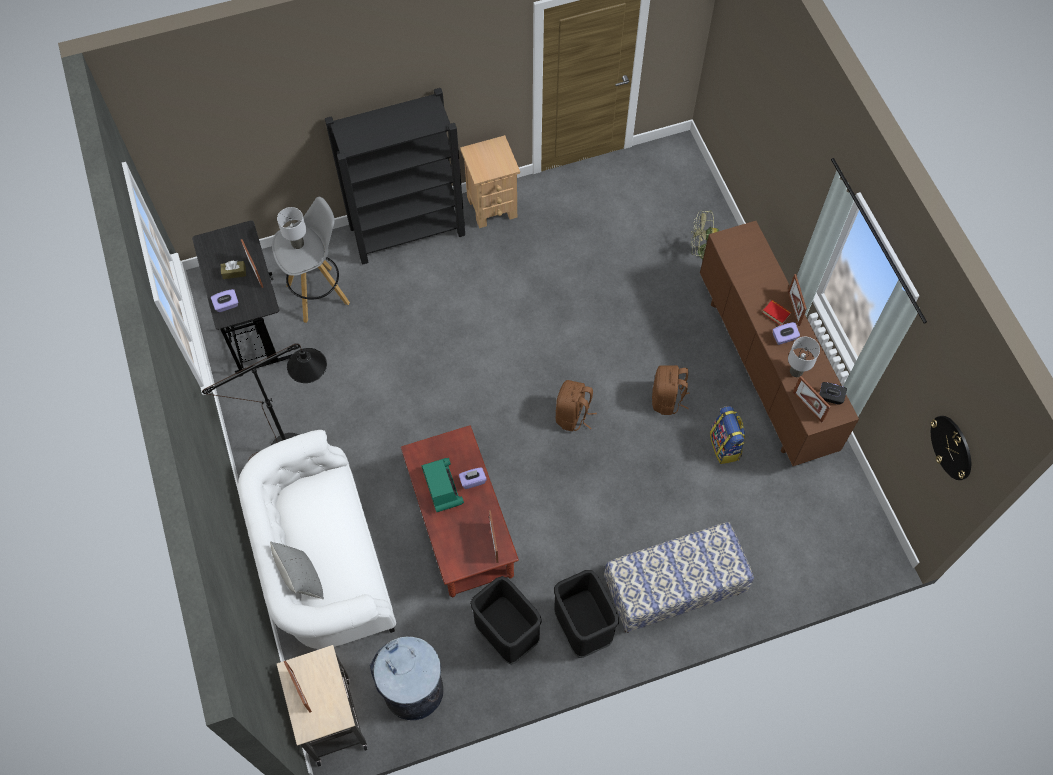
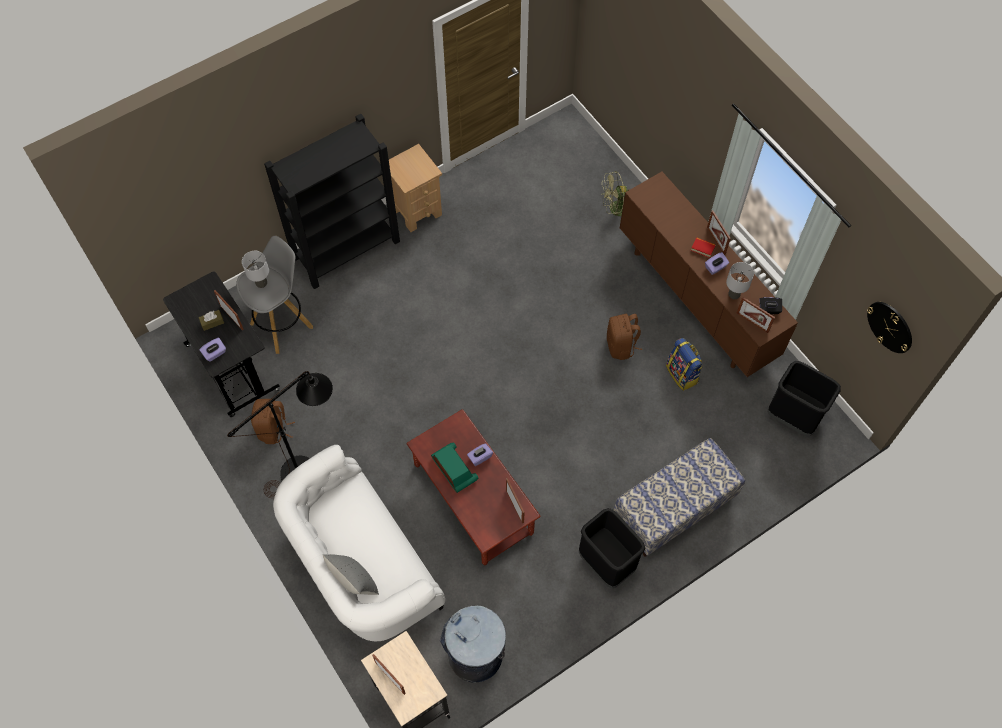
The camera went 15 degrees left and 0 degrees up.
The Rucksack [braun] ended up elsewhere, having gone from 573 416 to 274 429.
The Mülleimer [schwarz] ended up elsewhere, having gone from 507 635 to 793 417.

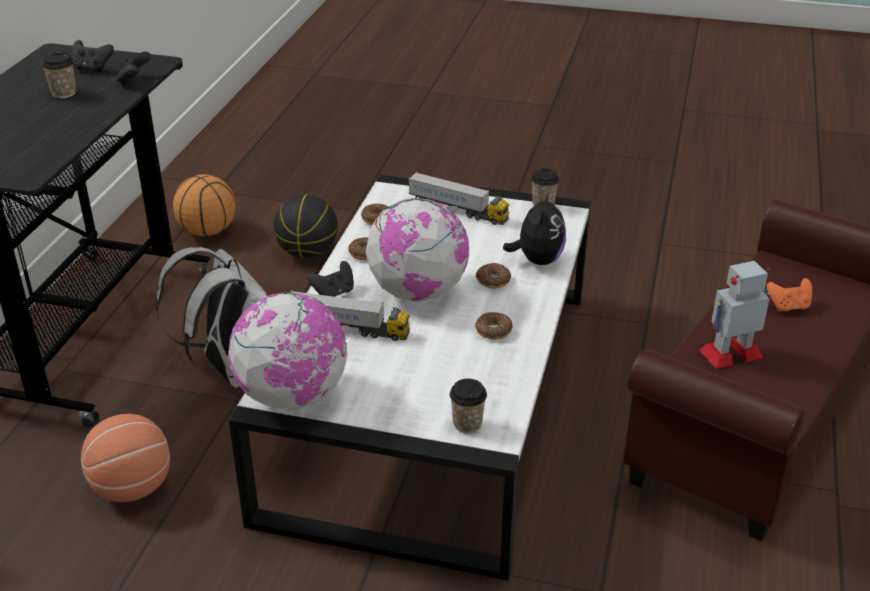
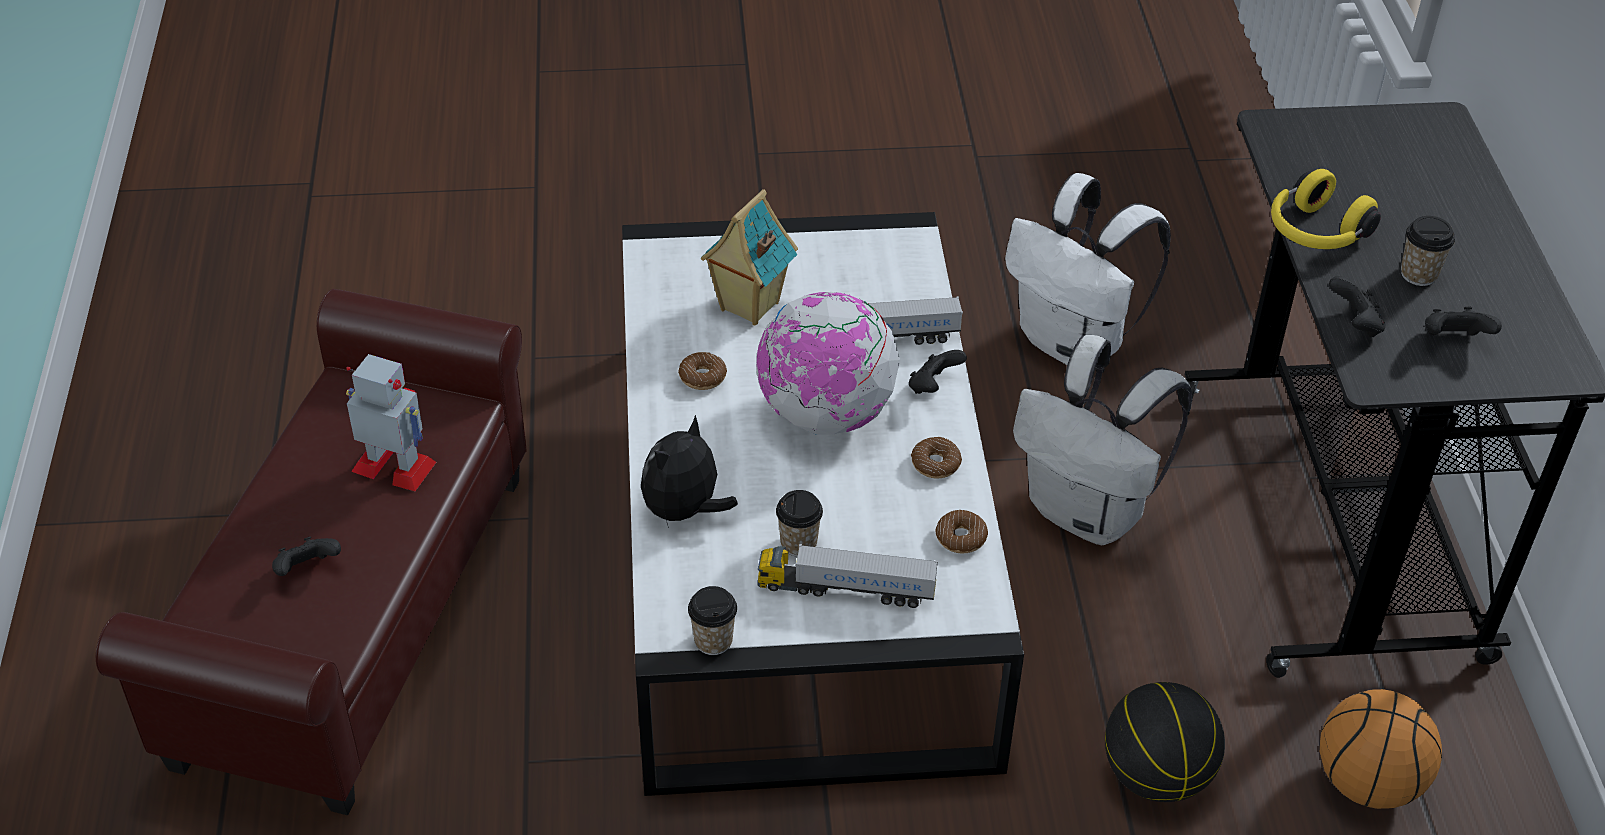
The camera went 160 degrees right and 10 degrees up.
The Plüschtier at 537 260 ended up facing another way, 45 degrees clockwise from before.
The Spielzeugroboter at 731 353 ended up facing another way, 120 degrees counterclockwise from before.
The second view lost the Donut at 493 281.
What was the Gamepad [orange] at 788 307 turned into the Gamepad [schwarz] at 307 569.
The second view lost the Globus at 293 396.
The Tasse ended up elsewhere, having gone from 467 424 to 798 543.
Where the Basketball stood at 131 488, the Rucksack [weiß] came to stand at 1074 343.
The second view gained the Kopfhörer [gelb] at 1315 232.
The second view gained the Spielzeughaus at 748 306.

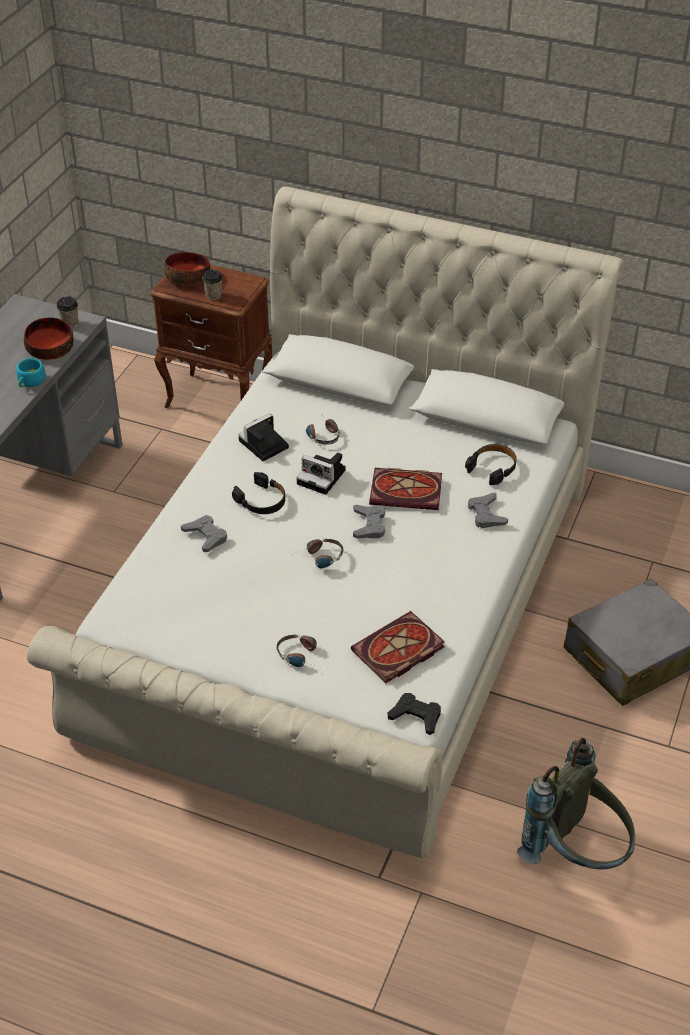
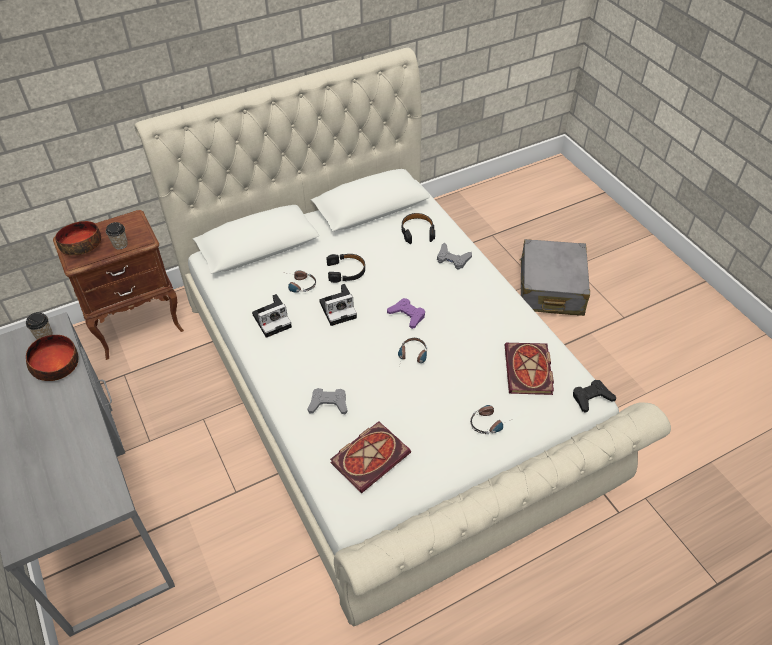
The camera went 50 degrees left and 5 degrees up.
The second view lost the Tasse [türkis] at 30 382.
The Kamera at 262 445 ended up facing another way, 120 degrees counterclockwise from before.
The Buch ended up elsewhere, having gone from 408 491 to 370 456.
The Kopfhörer [schwarz] ended up elsewhere, having gone from 261 500 to 346 271.
What was the Gamepad [grau] at 369 525 turned into the Gamepad [lila] at 407 315.
The second view lost the Rucksack [grau] at 576 854.

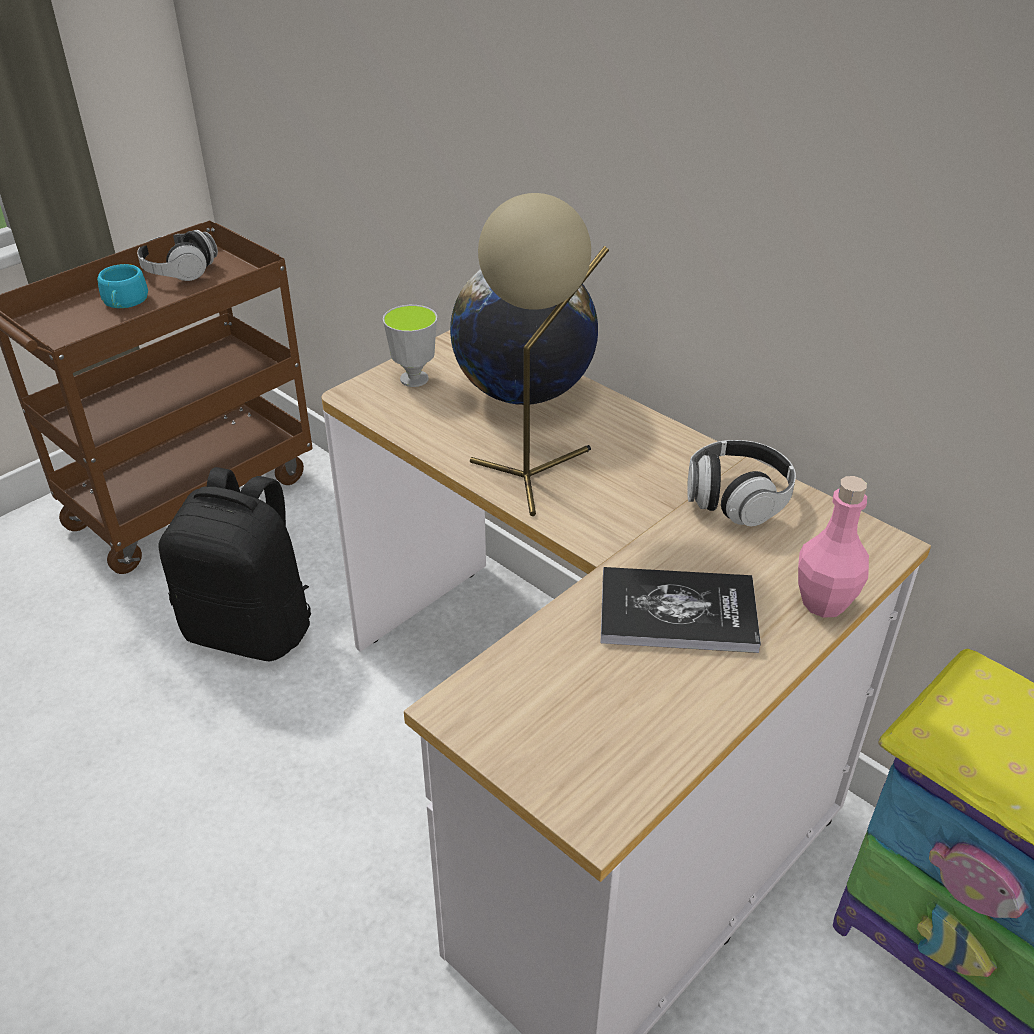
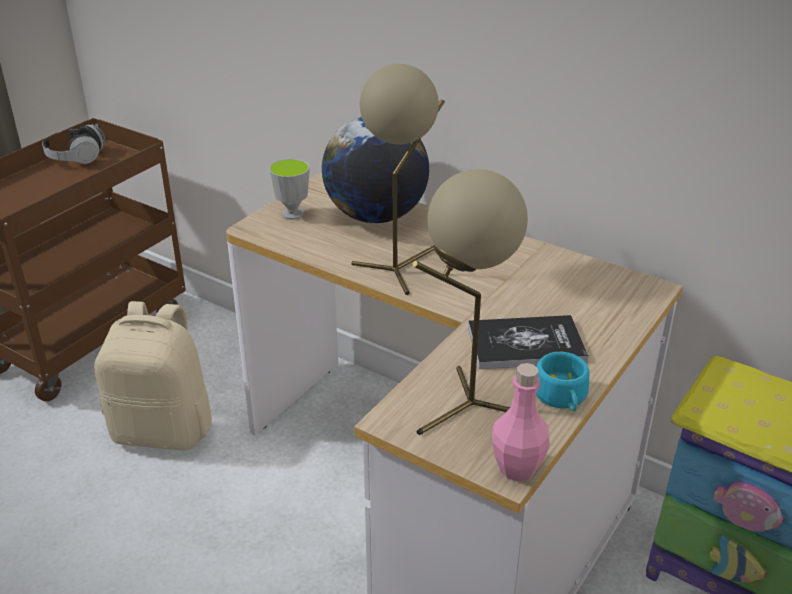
The camera went 10 degrees left and 5 degrees down.
The Tasse [türkis] ended up elsewhere, having gone from 124 303 to 562 398.
The second view lost the Kopfhörer at 737 499.
What was the Rucksack [schwarz] at 252 629 turned into the Rucksack [beige] at 164 430.
The Flasche [rosa] ended up elsewhere, having gone from 823 603 to 517 468.
The second view gained the Tischlampe [beige] at 464 407.

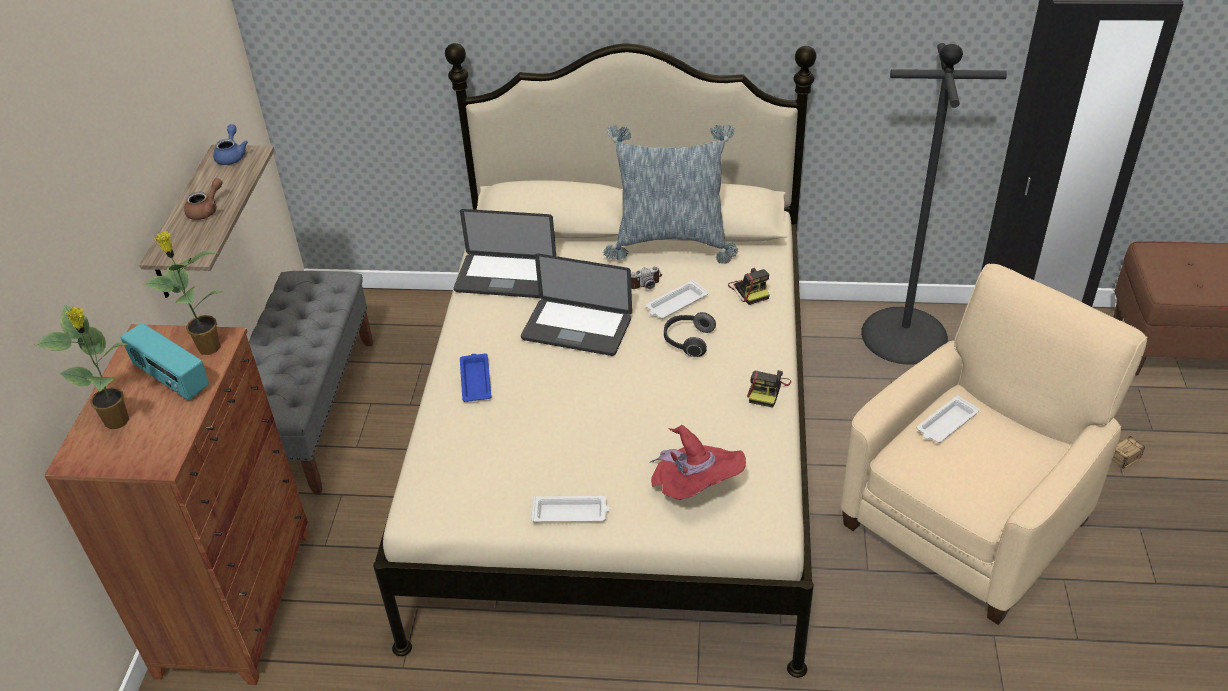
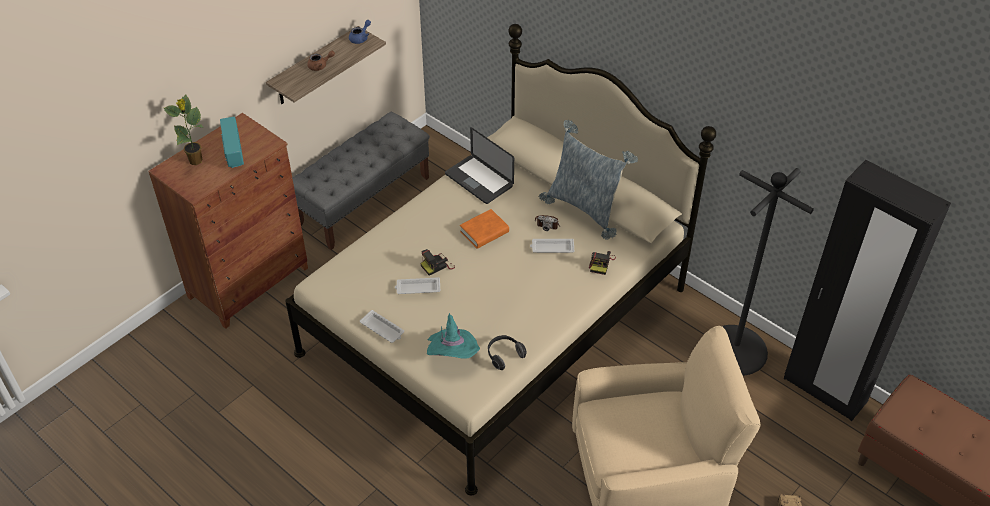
The camera went 35 degrees right and 5 degrees up.
The second view lost the Topfpflanze at 207 347.
Where the Laptop stood at 576 329, the Buch [orange] came to stand at 484 232.
The Kopfhörer ended up elsewhere, having gone from 687 341 to 504 355.
The second view lost the Tablett [blau] at 475 380.
The Kamera ended up elsewhere, having gone from 767 390 to 437 265.
The Tablett [weiß] ended up elsewhere, having gone from 946 424 to 417 288.
What was the Hut [rot] at 695 490 turned into the Hut [türkis] at 452 355.

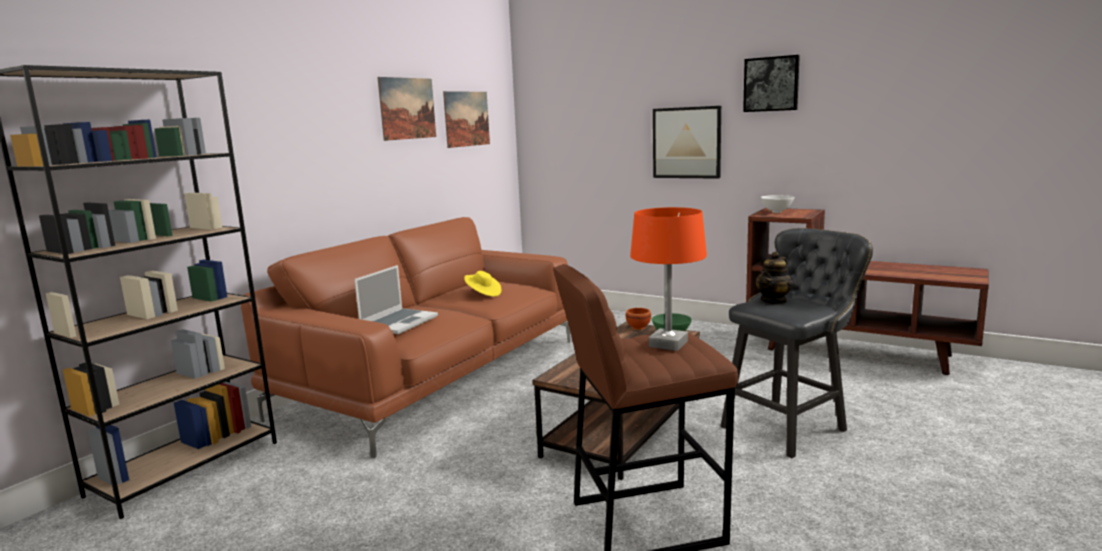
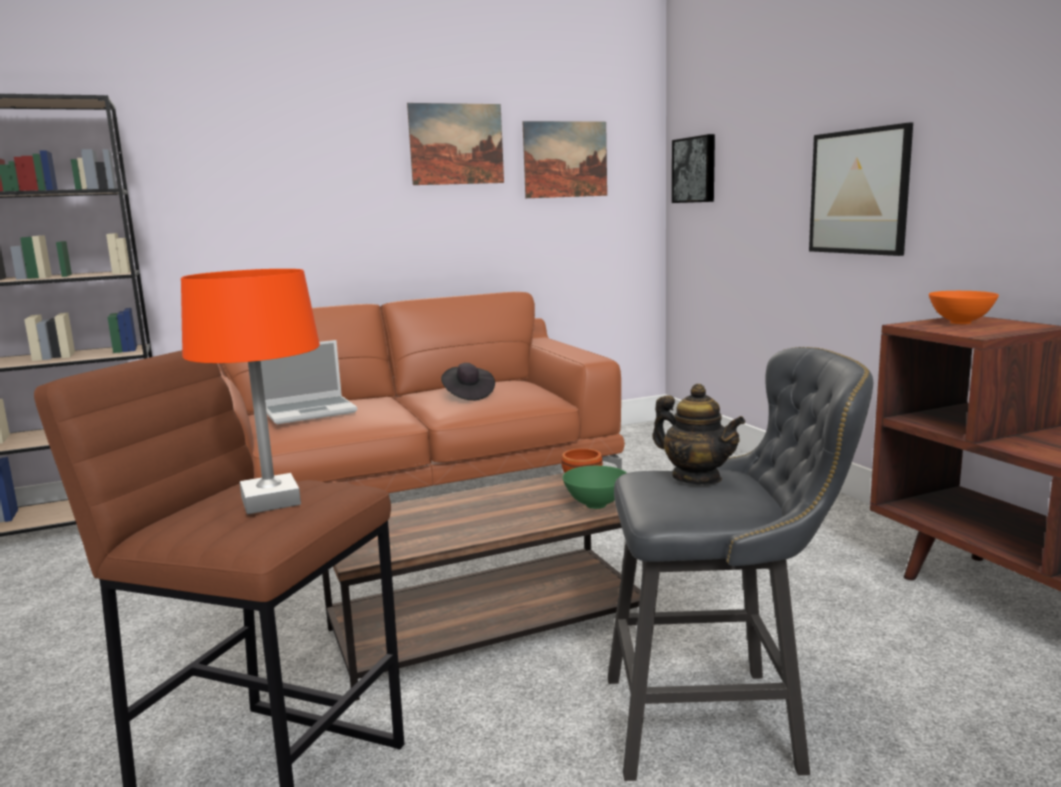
The camera went 35 degrees right and 0 degrees up.
The Bild ended up elsewhere, having gone from 771 84 to 695 170.
What was the Schüssel [weiß] at 777 212 turned into the Schüssel [orange] at 960 322.
The Teekanne at 774 301 ended up facing another way, 120 degrees counterclockwise from before.
What was the Hut [gelb] at 483 294 turned into the Hut [schwarz] at 468 395.

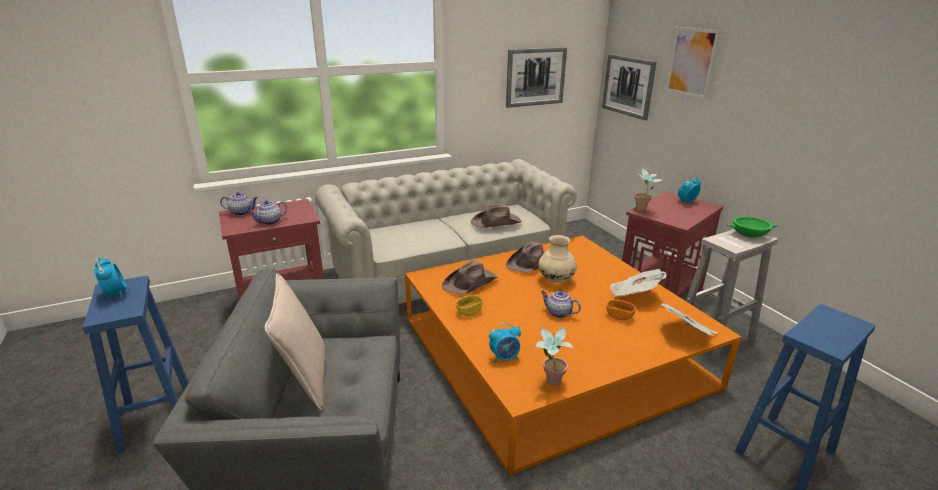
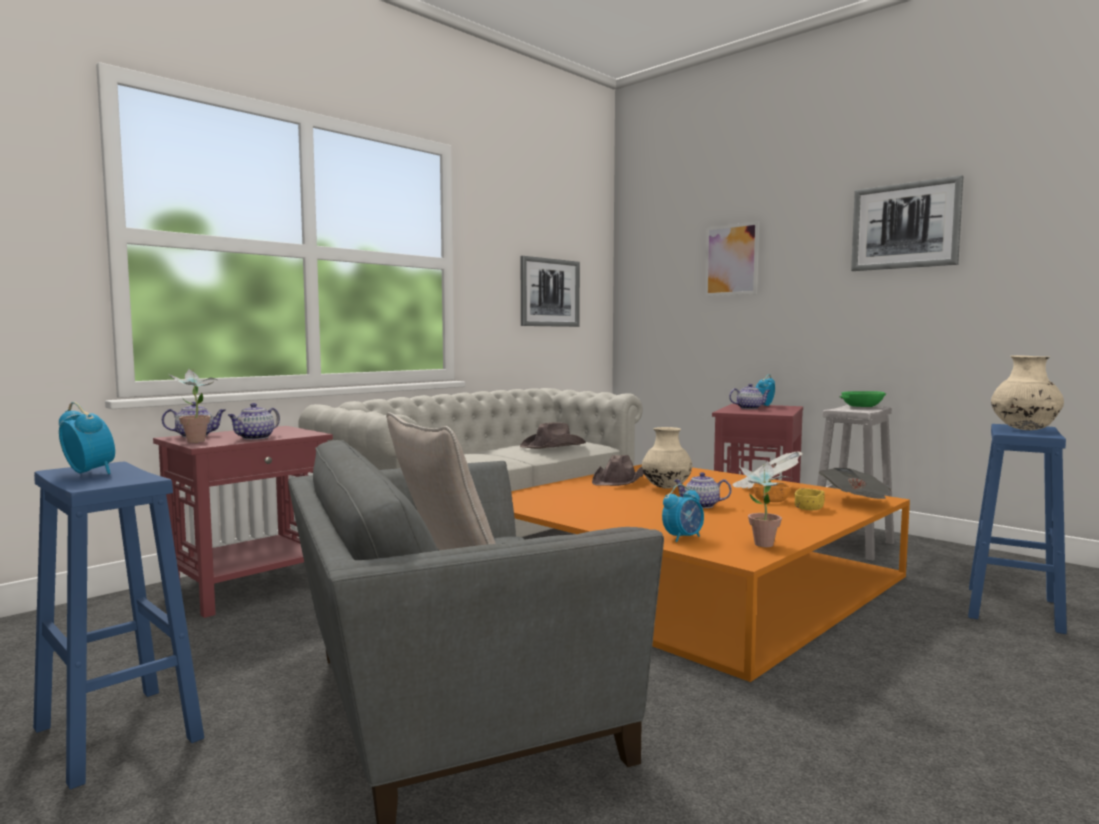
The camera went 20 degrees left and 20 degrees down.
The Bild ended up elsewhere, having gone from 628 86 to 905 226.
The Topfpflanze ended up elsewhere, having gone from 642 210 to 197 442.
The second view lost the Hut [braun] at 470 283.
The Schüssel [gelb] ended up elsewhere, having gone from 469 311 to 809 508.
The second view gained the Vase [beige] at 1024 429.
The second view gained the Teekanne at 749 408.

